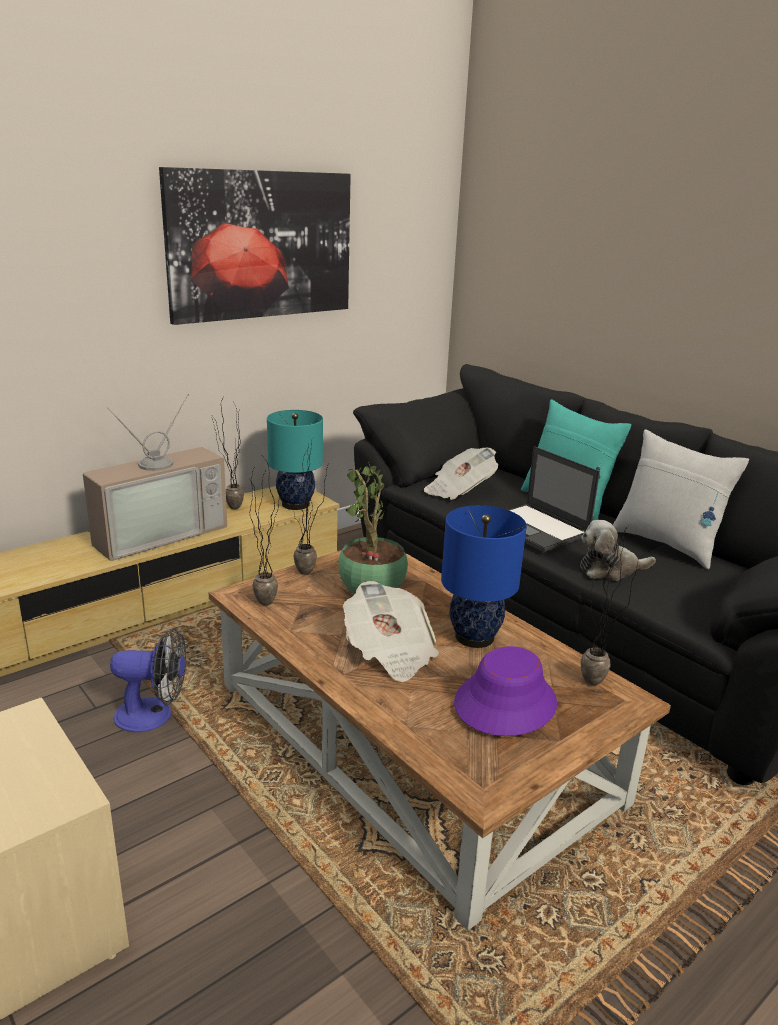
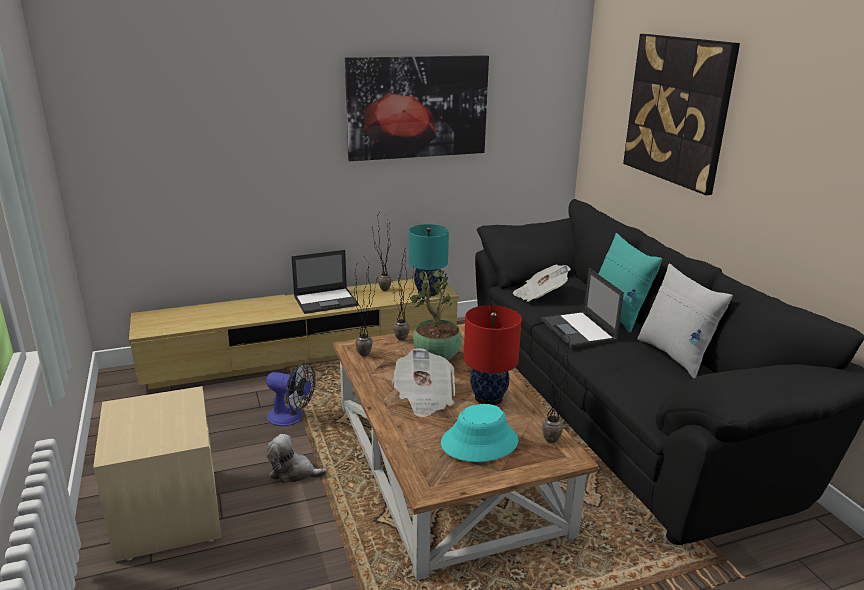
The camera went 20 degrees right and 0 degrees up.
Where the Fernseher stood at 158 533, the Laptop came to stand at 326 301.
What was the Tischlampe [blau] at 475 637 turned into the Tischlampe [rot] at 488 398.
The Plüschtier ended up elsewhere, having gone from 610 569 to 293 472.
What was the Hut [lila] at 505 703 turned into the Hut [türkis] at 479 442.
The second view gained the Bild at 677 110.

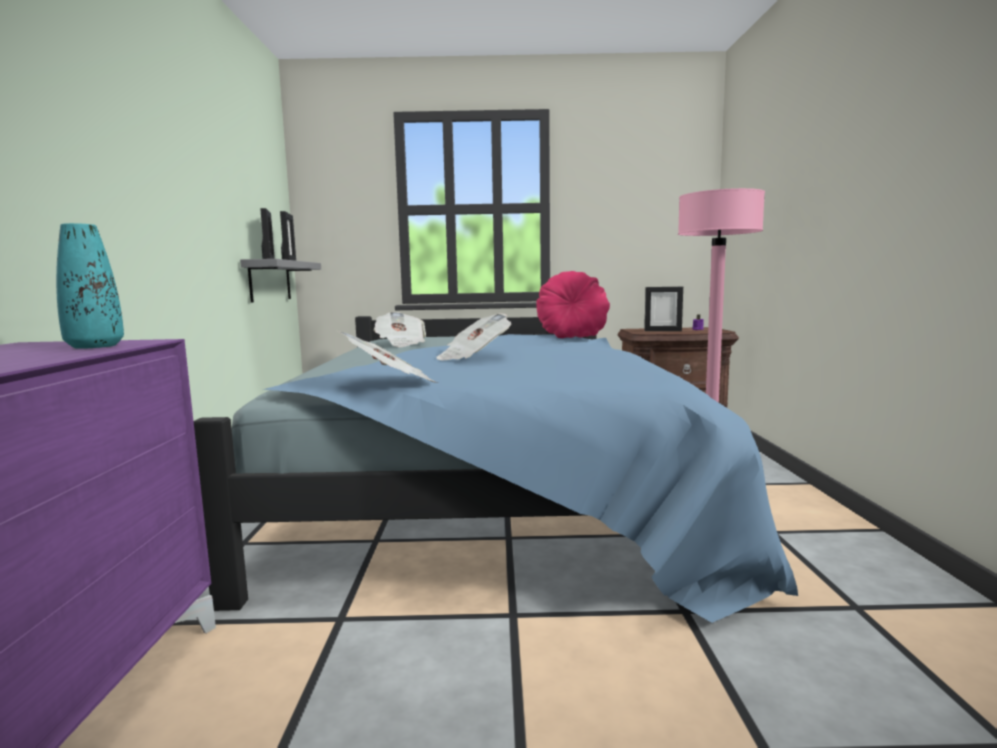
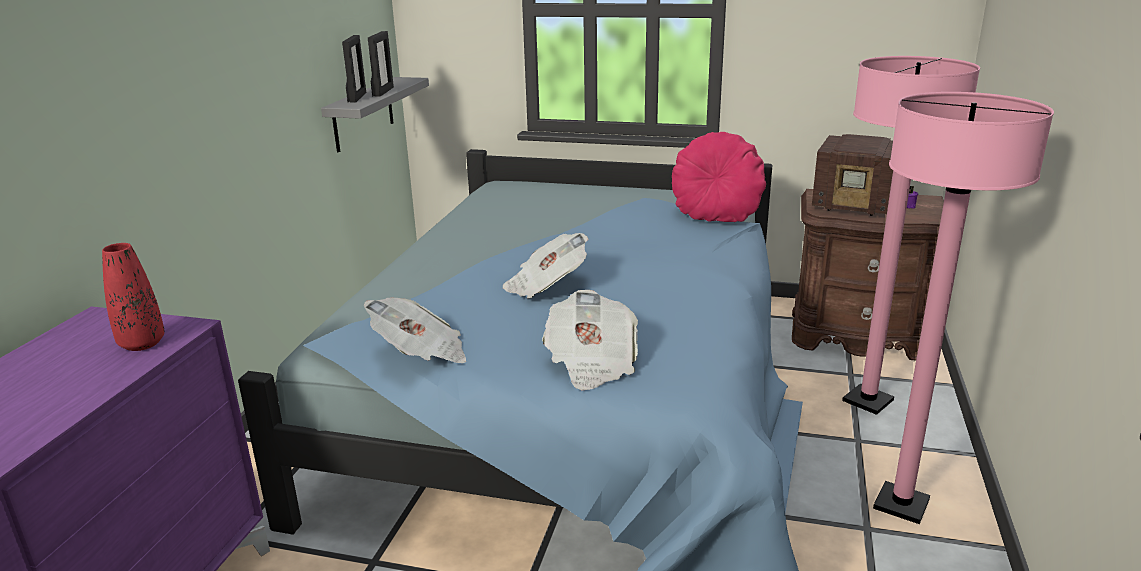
The camera went 15 degrees right and 15 degrees up.
What was the Vase [türkis] at 95 346 turned into the Vase [rot] at 142 344.
Where the Bilderrahmen stood at 662 330, the Radio came to stand at 855 205.
The Zeitung ended up elsewhere, having gone from 401 344 to 591 363.
The second view gained the Stehlampe [rosa] at 901 504.

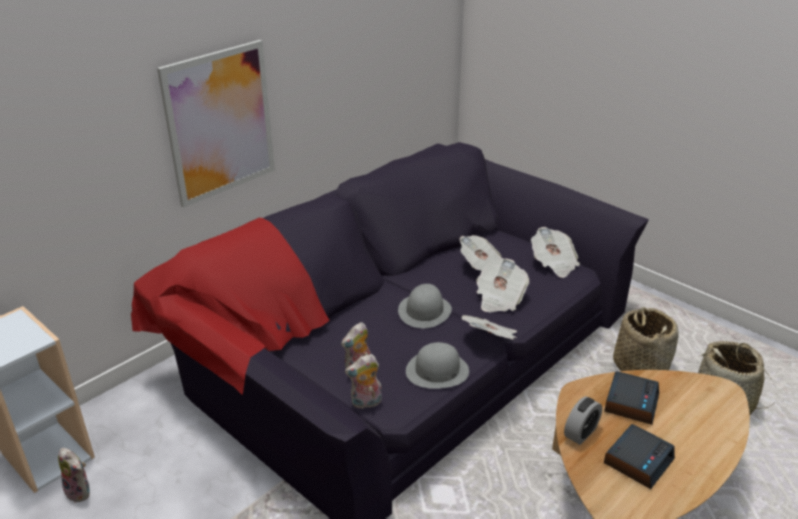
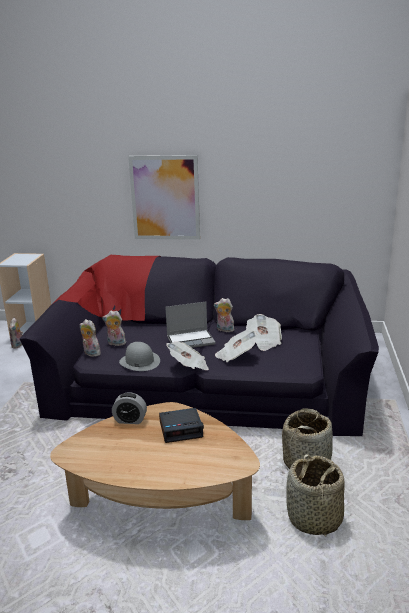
The camera went 55 degrees right and 10 degrees down.
The second view lost the Zeitung at 553 263.
Where the Hut [grau] stood at 424 310, the Laptop came to stand at 191 340.
The second view lost the Wecker at 638 460.
The second view gained the Plüschtier at 224 330.

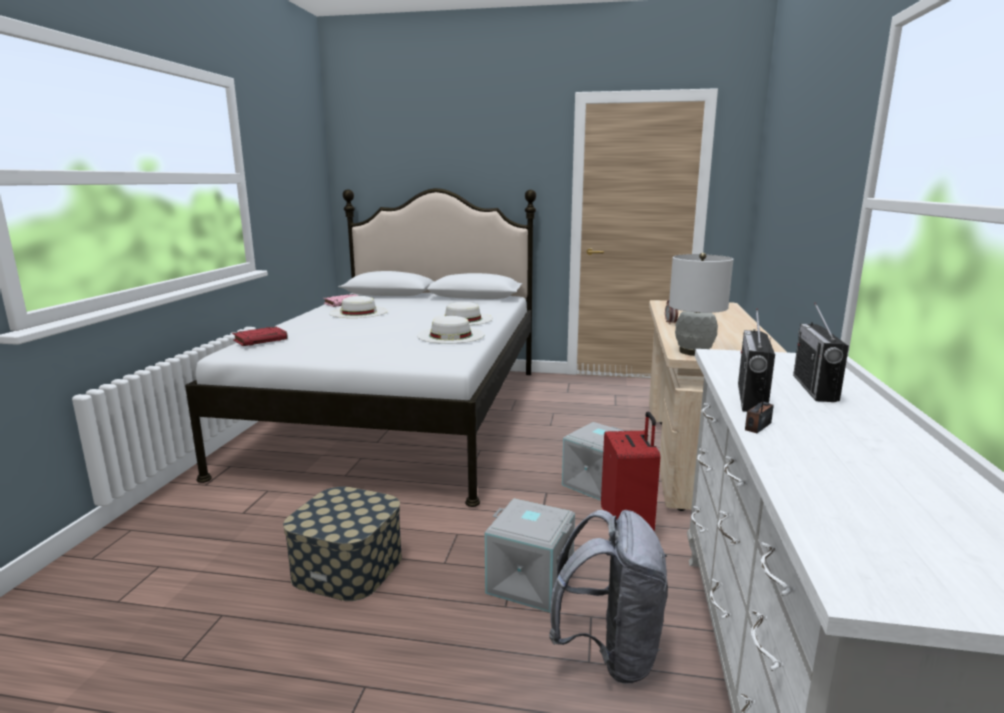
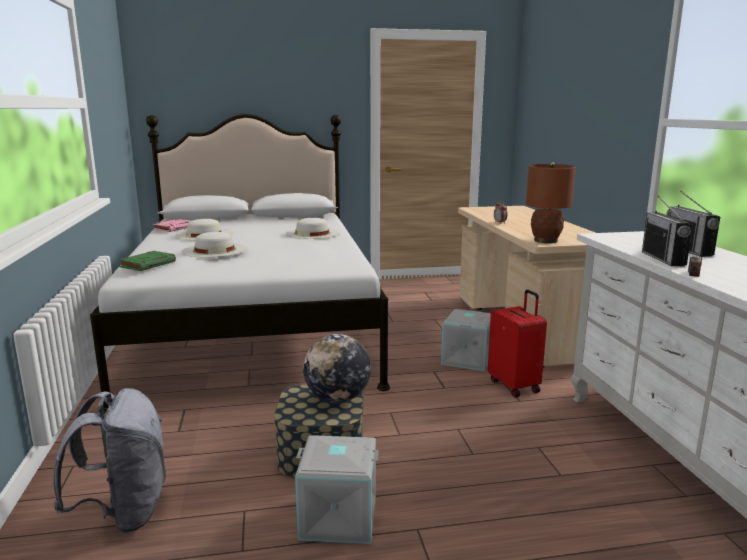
The camera went 20 degrees left and 0 degrees up.
What was the Tischlampe [weiß] at 694 352 turned into the Tischlampe [braun] at 545 240.
The Hut [weiß] ended up elsewhere, having gone from 450 335 to 214 250.
What was the Buch [rot] at 261 340 turned into the Buch [grün] at 148 264.
The Aufbewahrungsbox [grau] ended up elsewhere, having gone from 529 583 to 337 518.
The Rucksack [grau] ended up elsewhere, having gone from 610 652 to 124 513.
The second view gained the Globus at 337 398.

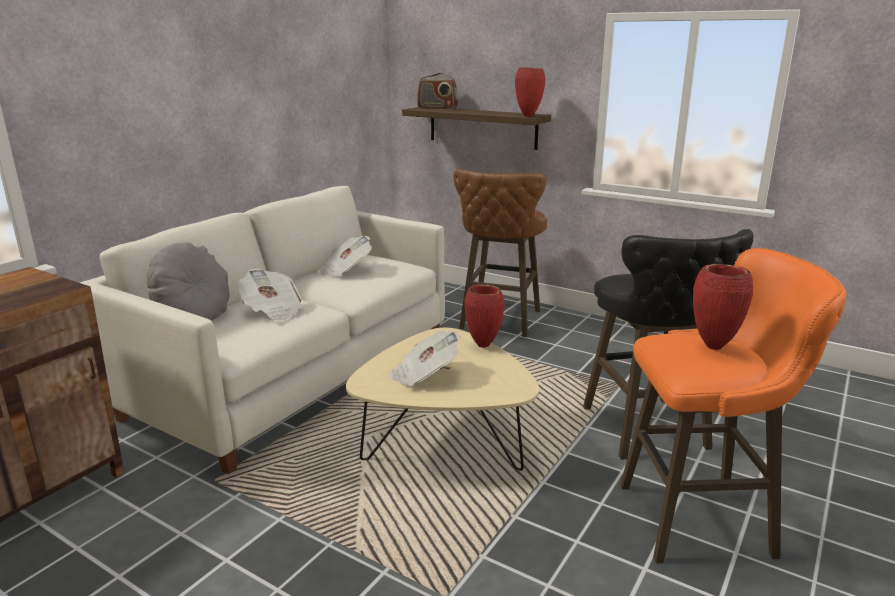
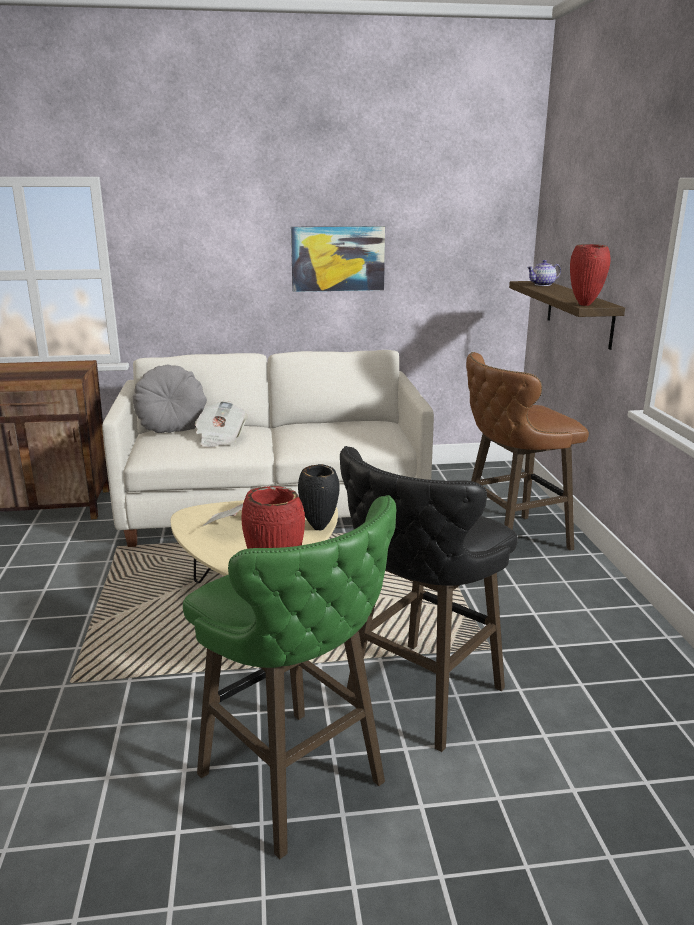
The camera went 50 degrees right and 0 degrees up.
Where the Radio stood at 437 109, the Teekanne came to stand at 542 285.
The second view lost the Zeitung at 345 270.
What was the Hocker [orange] at 701 519 turned into the Hocker [grün] at 296 783.
What was the Vase [rot] at 484 345 turned into the Vase [schwarz] at 320 528.
The second view gained the Bild at 338 258.

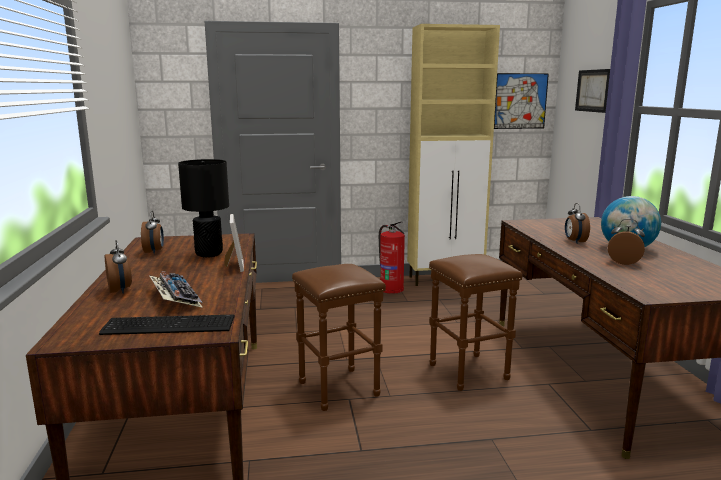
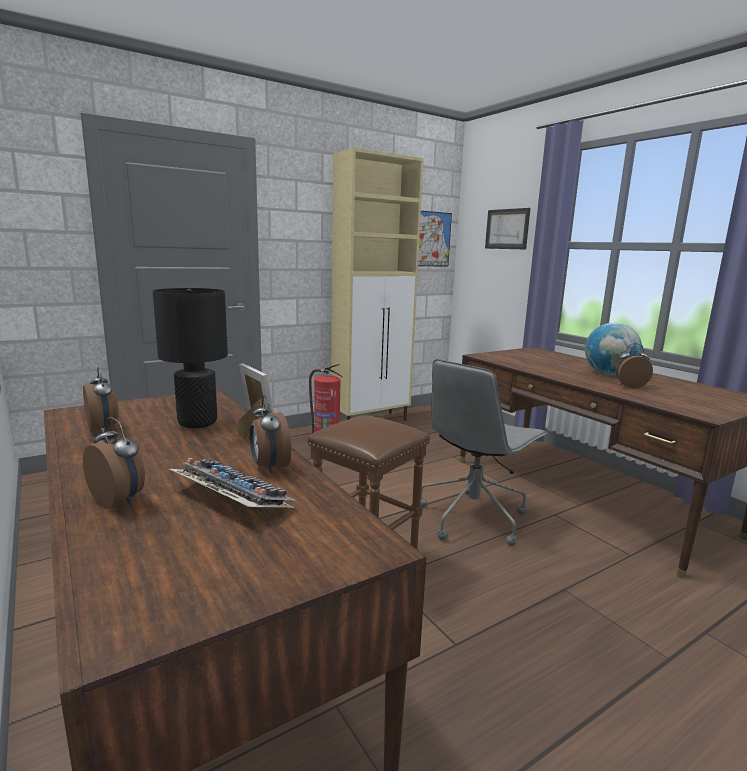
The camera went 25 degrees left and 0 degrees up.
The Wecker ended up elsewhere, having gone from 574 241 to 269 467.
Where the Hocker [braun] stood at 466 371, the Bürostuhl [grau] came to stand at 475 516.
The second view lost the Tastatur at 168 324.

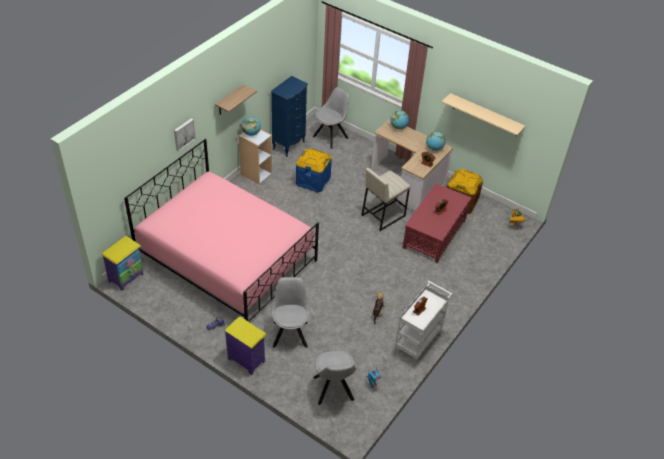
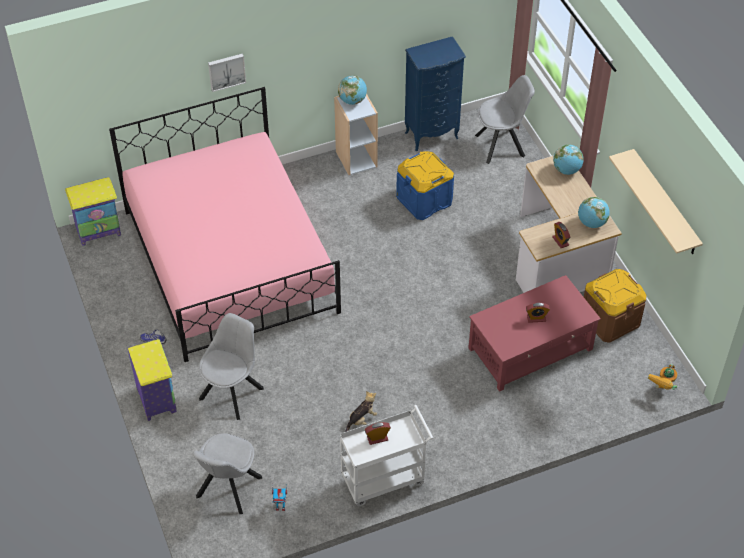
The camera went 35 degrees right and 5 degrees up.
The second view lost the Wandregal at 229 100.
The second view lost the Hocker [beige] at 383 215.

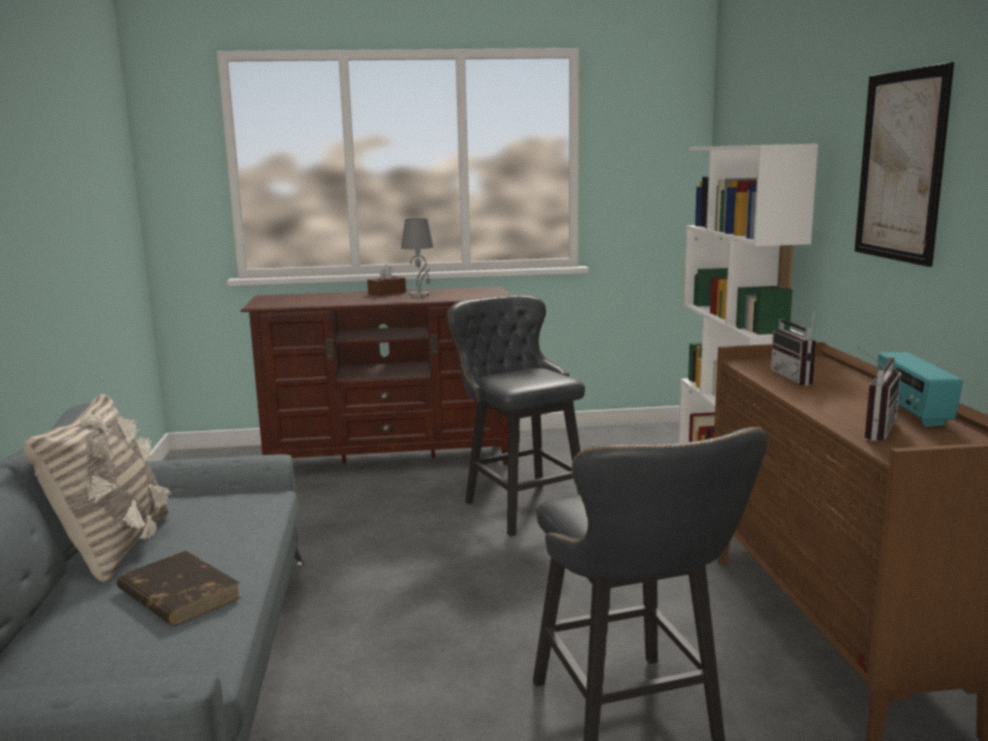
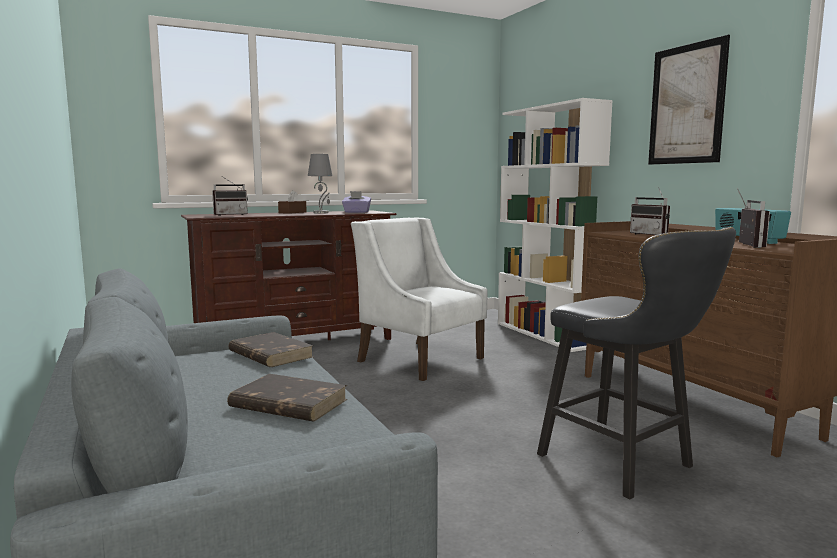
The camera went 20 degrees left and 5 degrees down.
Where the Hocker [grau] stood at 518 503, the Sessel [weiß] came to stand at 420 359.
The second view lost the Kissen [beige] at 117 548.
The second view gained the Radio at 230 215.
The second view gained the Taschentuchbox [lila] at 356 212.
The second view gained the Buch [braun] at 270 354.

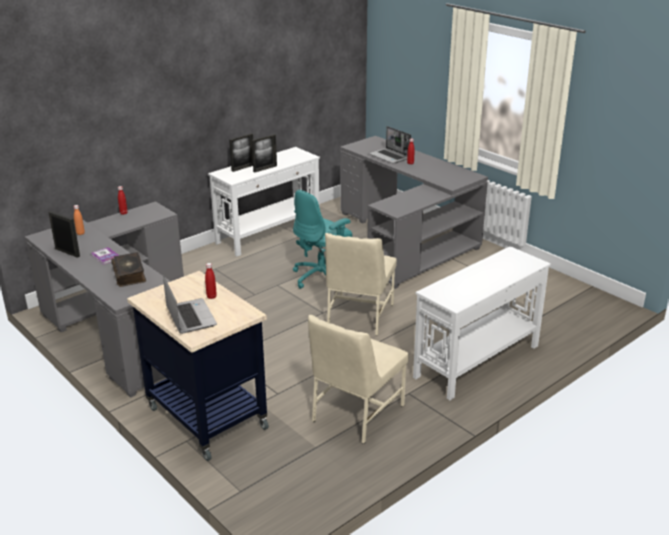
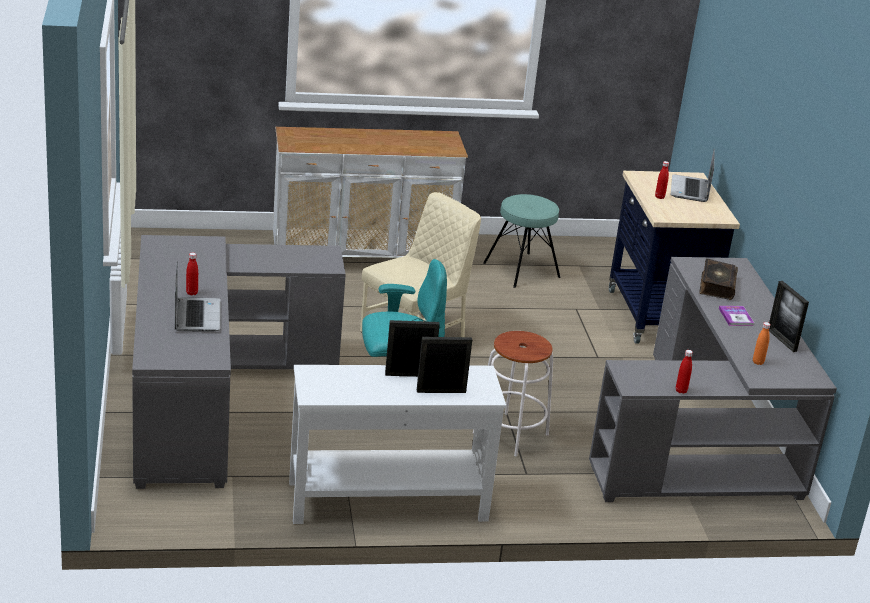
The camera went 150 degrees left and 0 degrees up.
Where the Konsolentisch [weiß] stood at 476 361, the Schrank came to stand at 362 257.
Where the Stuhl [beige] stood at 356 413, the Hocker [türkis] came to stand at 521 270.
The second view gained the Hocker [weiß] at 510 434.

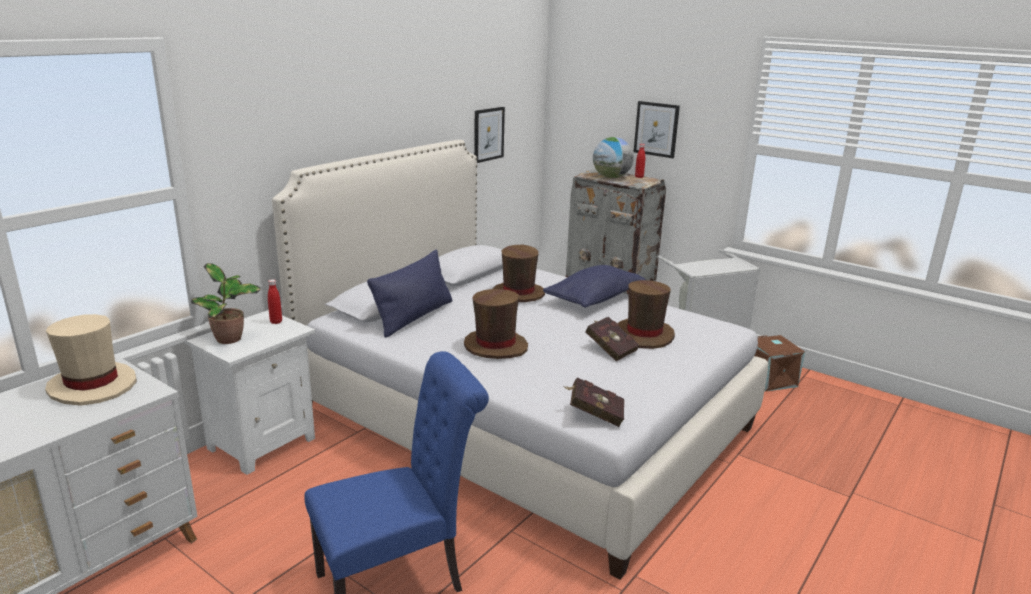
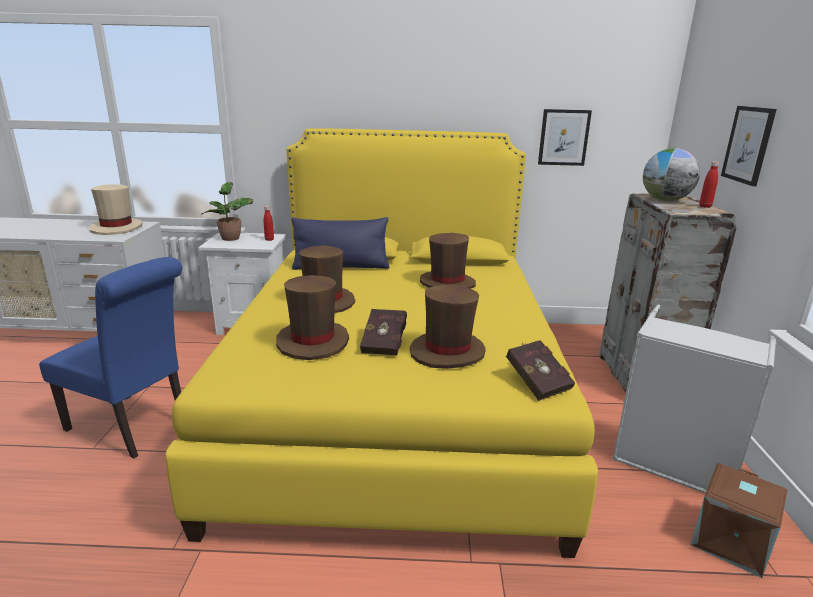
The camera went 55 degrees right and 0 degrees up.
What was the Bett [weiß] at 521 419 turned into the Bett [gelb] at 393 399.
The second view lost the Kissen [blau] at 594 299.
The Buch [rot] ended up elsewhere, having gone from 593 414 to 536 382.
The second view gained the Hut [braun] at 313 342.

